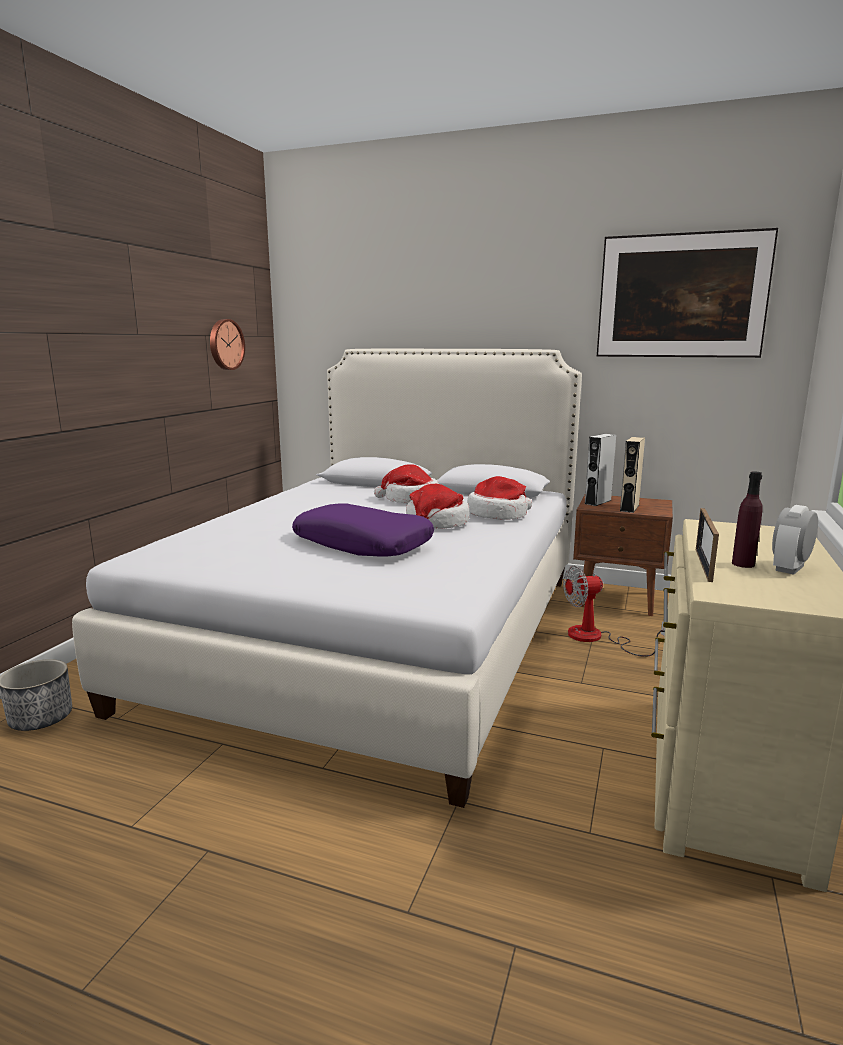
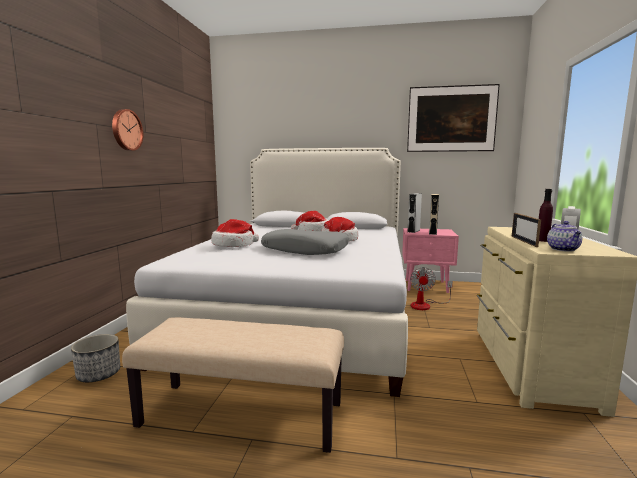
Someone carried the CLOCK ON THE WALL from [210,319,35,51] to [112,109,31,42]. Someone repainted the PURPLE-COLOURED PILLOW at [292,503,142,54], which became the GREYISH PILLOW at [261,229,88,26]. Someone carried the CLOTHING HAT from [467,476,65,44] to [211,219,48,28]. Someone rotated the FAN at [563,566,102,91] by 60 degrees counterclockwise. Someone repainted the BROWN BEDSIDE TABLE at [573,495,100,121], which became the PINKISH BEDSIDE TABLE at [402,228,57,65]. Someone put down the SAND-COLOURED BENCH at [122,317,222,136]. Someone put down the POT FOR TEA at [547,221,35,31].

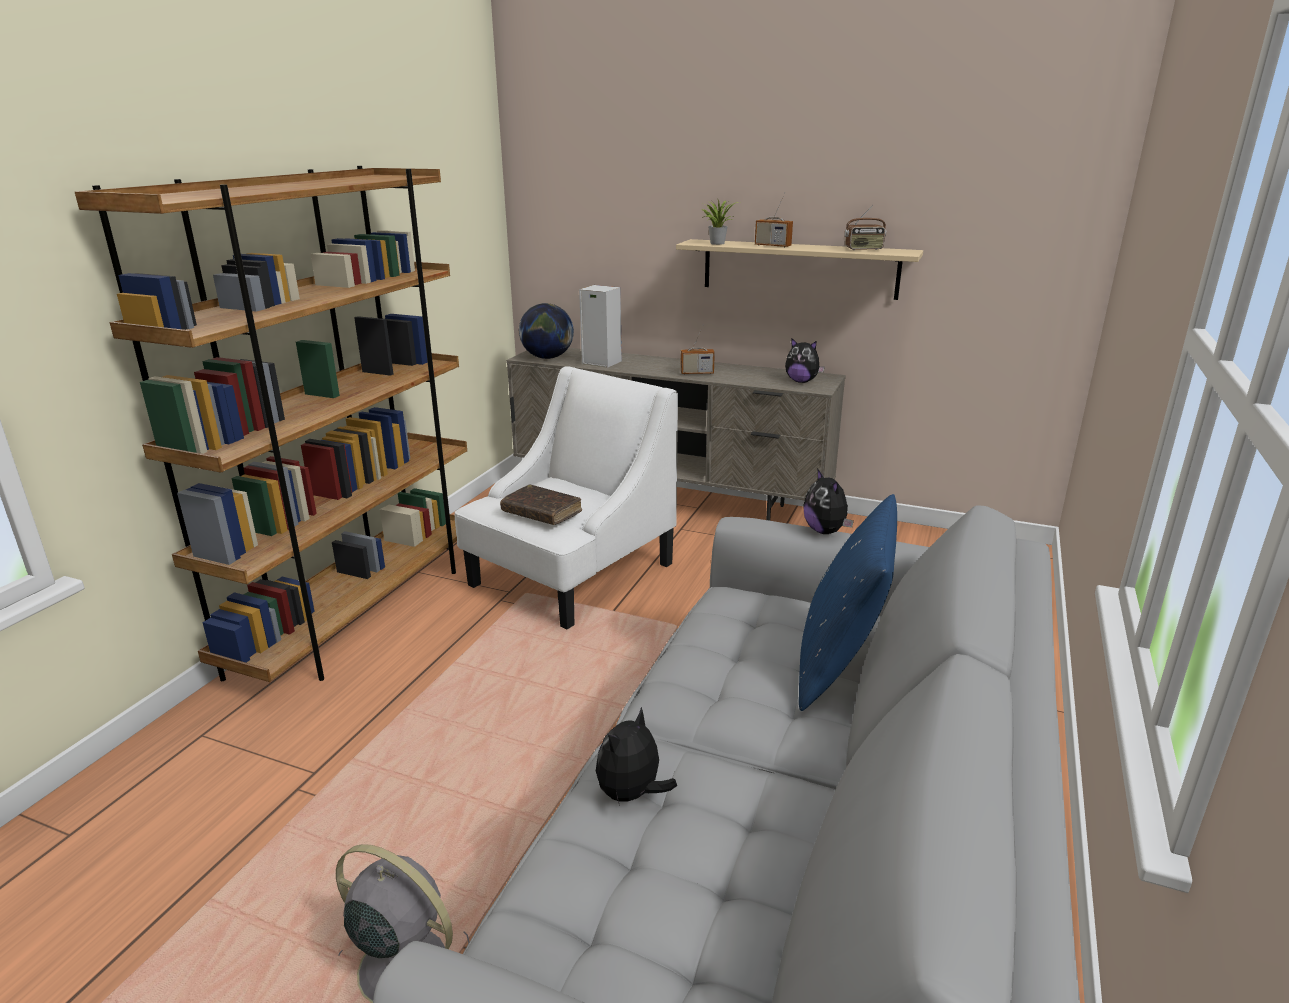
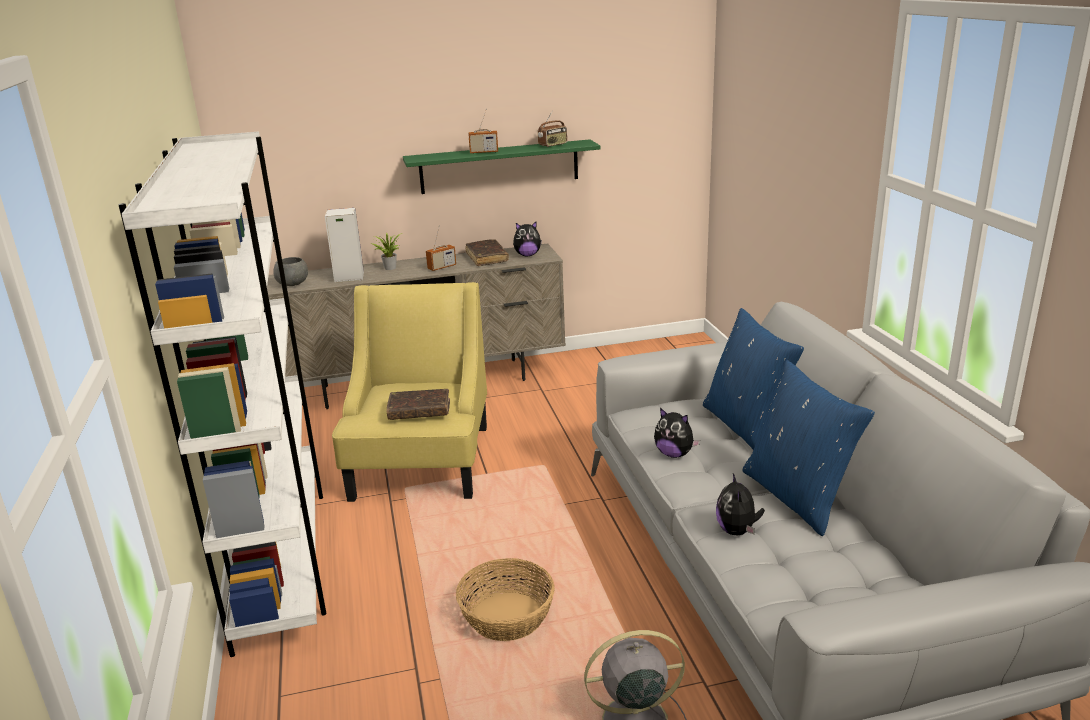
Someone repainted the BROWN BOOKSHELF at [75,166,392,516], which became the WHITISH BOOKSHELF at [119,131,207,526]. Someone repainted the WHITISH ARMCHAIR at [455,366,223,263], which became the YELLOWISH ARMCHAIR at [332,282,155,220]. Someone swapped the GLOBE at [519,303,55,56] for the GREYISH SERVING BOWL at [273,257,35,29]. Someone repainted the SAND-COLOURED SHELF at [676,239,247,61], which became the GREEN SHELF at [403,139,197,55]. Someone carried the POTTED PLANT from [702,200,37,45] to [371,233,29,37]. Someone carried the SOFT TOY from [804,468,50,66] to [654,408,46,50]. Someone put down the STORAGE BASKET at [456,558,99,83]. Someone put down the BROWN BOOK at [466,239,43,27]. Someone put down the BLUE PILLOW at [742,360,133,176].

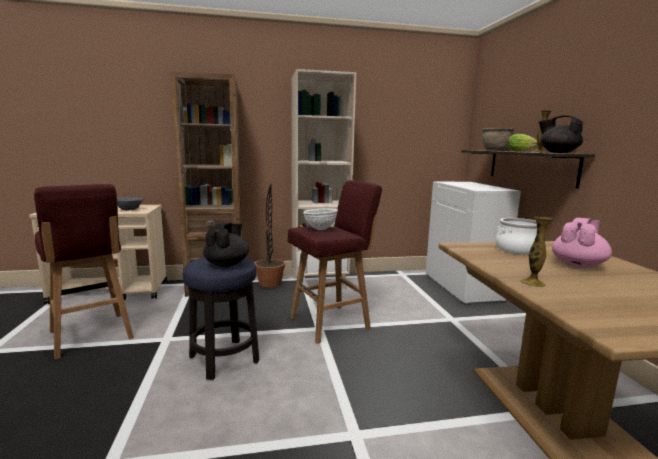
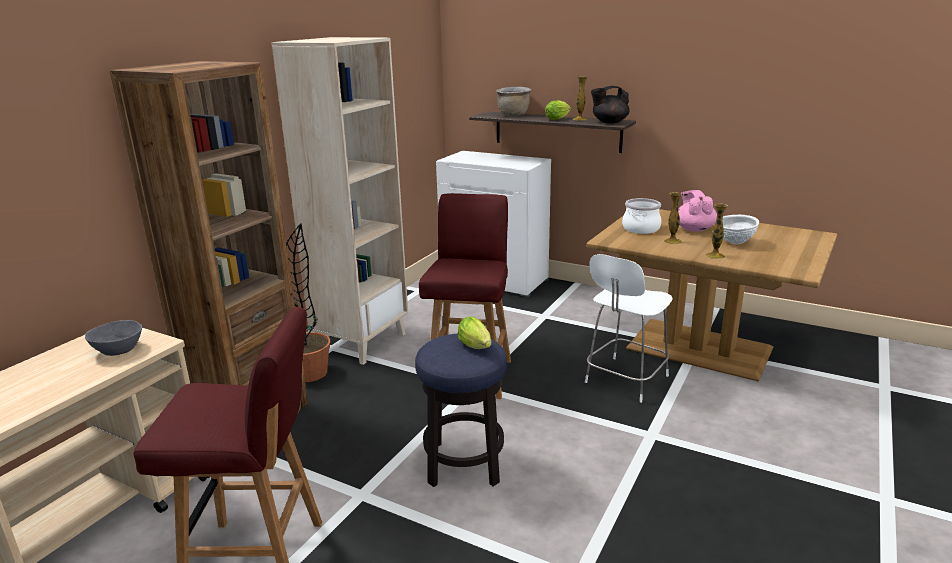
Someone swapped the BLACK-COLOURED POT FOR TEA at [203,223,46,44] for the LETTUCE HEAD at [458,317,33,32]. Someone carried the WHITISH SERVING BOWL from [303,208,35,22] to [723,215,36,29]. Someone put down the WHITISH UPRIGHT CHAIR at [585,254,88,149]. Someone put down the FLOWER VASE at [664,192,18,52].

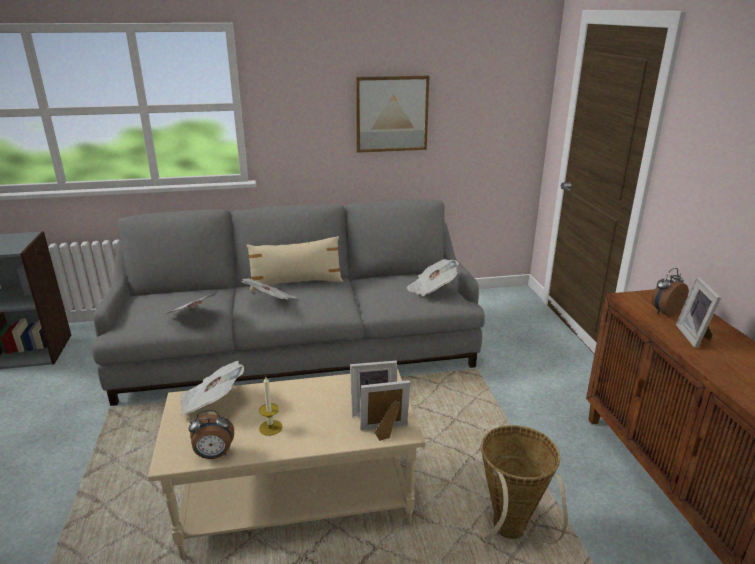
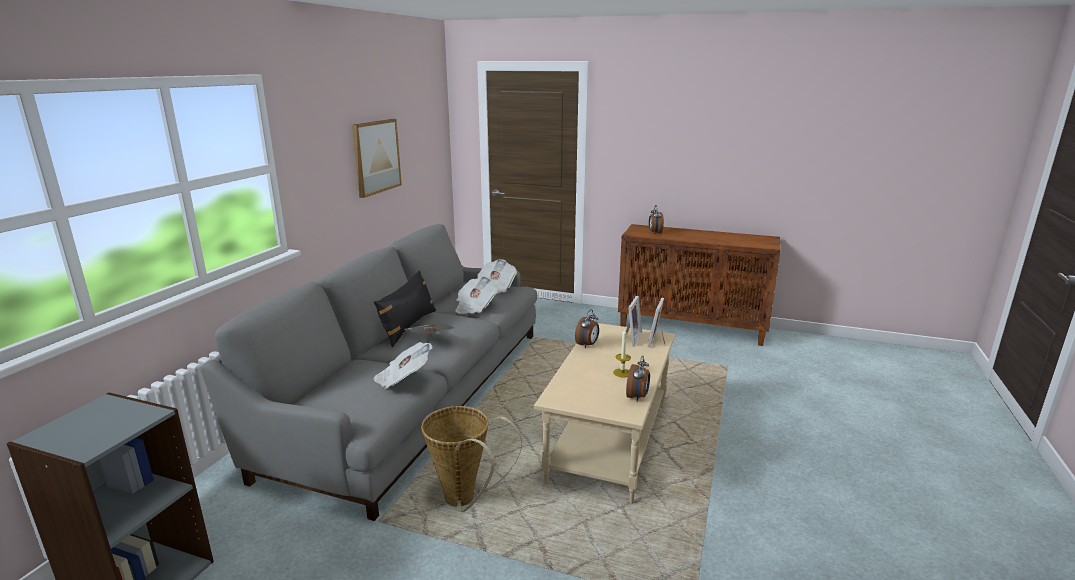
Someone carried the NEWSPAPER from [180,361,64,55] to [455,276,43,38]. Someone repainted the SAND-COLOURED PILLOW at [246,236,97,55], which became the BLACK-COLOURED PILLOW at [374,270,62,77]. Someone carried the STORAGE BASKET from [481,425,87,120] to [421,406,101,106]. Someone took away the PICTURE FRAME at [676,277,45,71]. Someone put down the TABLE CLOCK at [575,309,24,39].

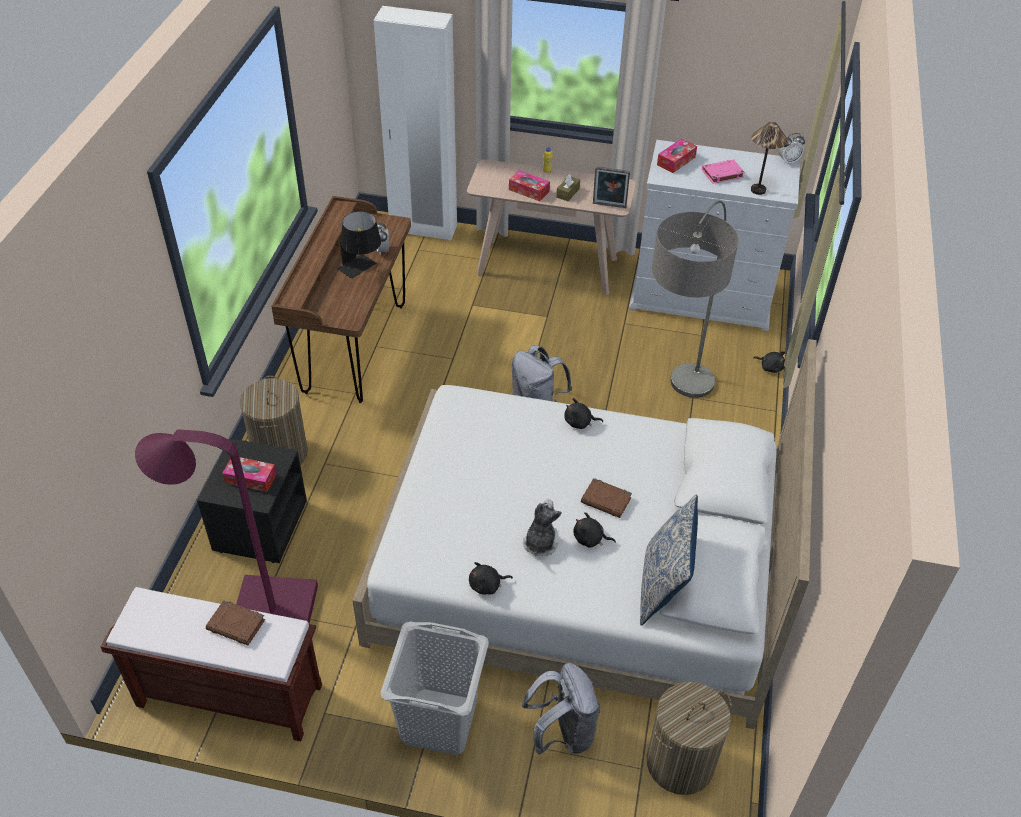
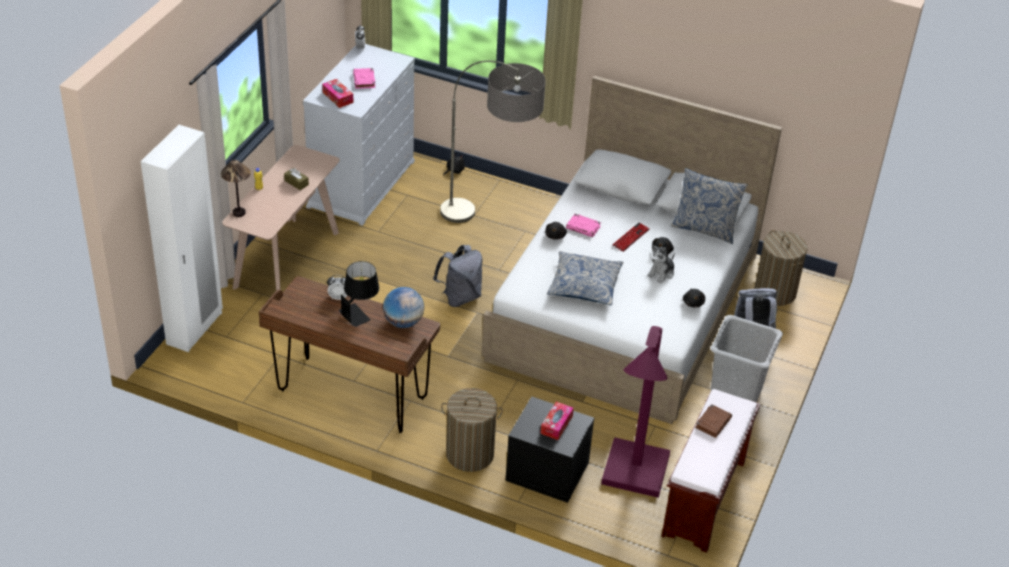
Someone took away the TISSUE HOLDER at [509,170,41,31]. Someone rotated the SOFT TOY at [523,499,39,58] by 75 degrees counterclockwise. Someone swapped the BROWN BOOK at [581,478,51,40] for the PC KEYBOARD at [612,223,38,29]. Someone took away the PICTURE FRAME at [593,166,37,42]. Someone carried the LAMP FOR A TABLE from [751,122,37,73] to [221,160,30,57]. Someone put down the GLOBE at [383,287,41,41]. Someone put down the PILLOW at [547,251,76,54]. Someone put down the PINKISH BOOK at [566,214,35,23].

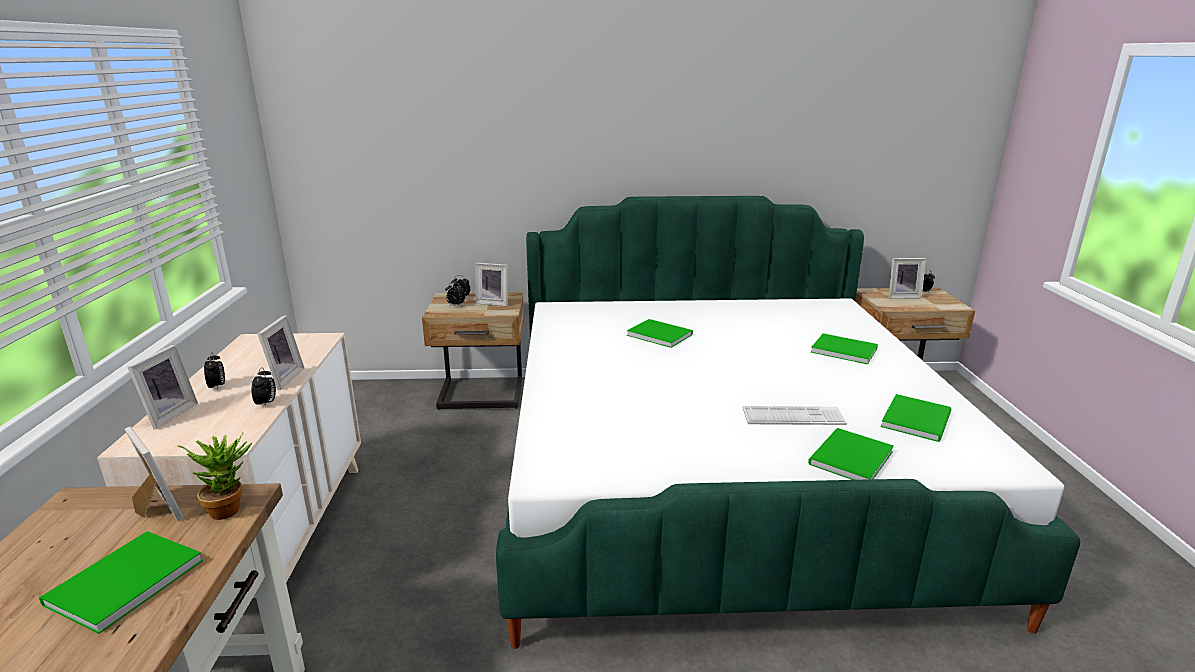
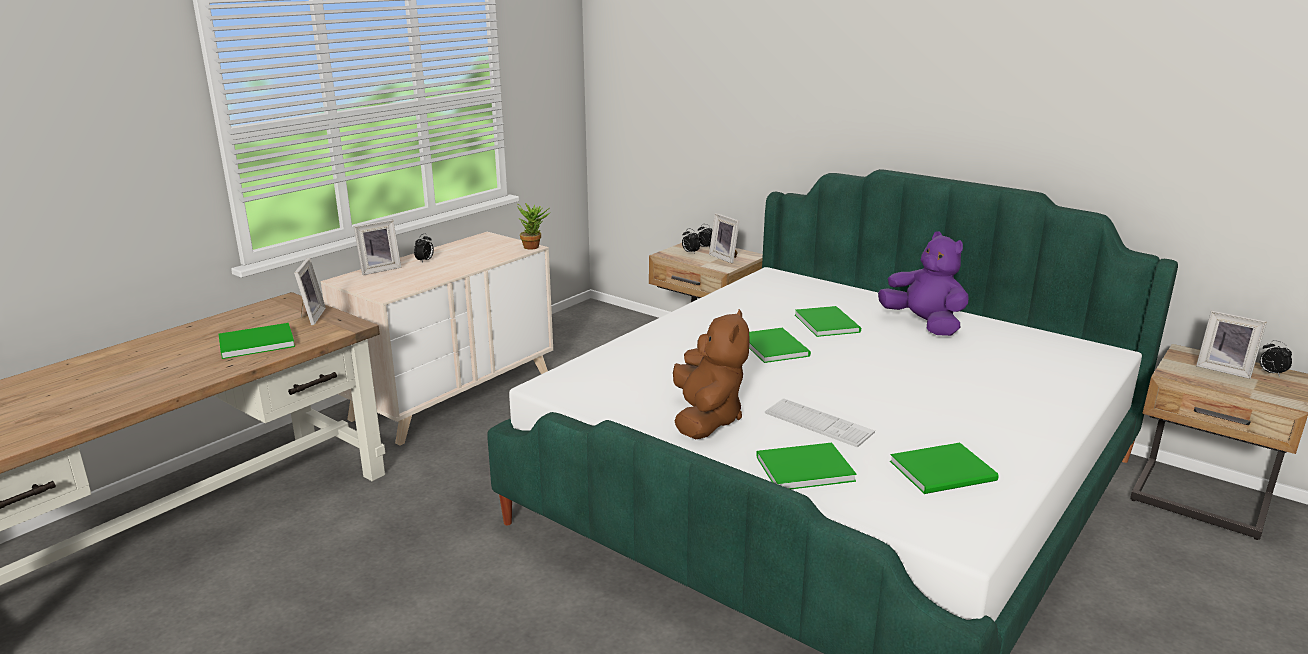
Someone carried the POTTED PLANT from [177,433,76,87] to [517,203,32,47]. Someone took away the TABLE CLOCK at [252,367,24,40]. Someone took away the PICTURE FRAME at [257,315,48,75]. Someone carried the GREEN BOOK from [811,333,67,31] to [749,328,62,35]. Someone put down the BROWN SOFT TOY at [673,309,77,130]. Someone put down the PURPLE-COLOURED SOFT TOY at [878,231,91,105].

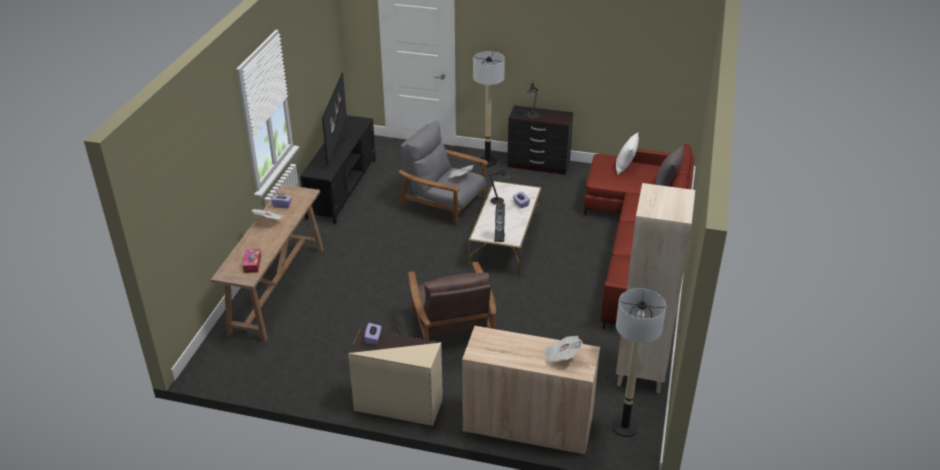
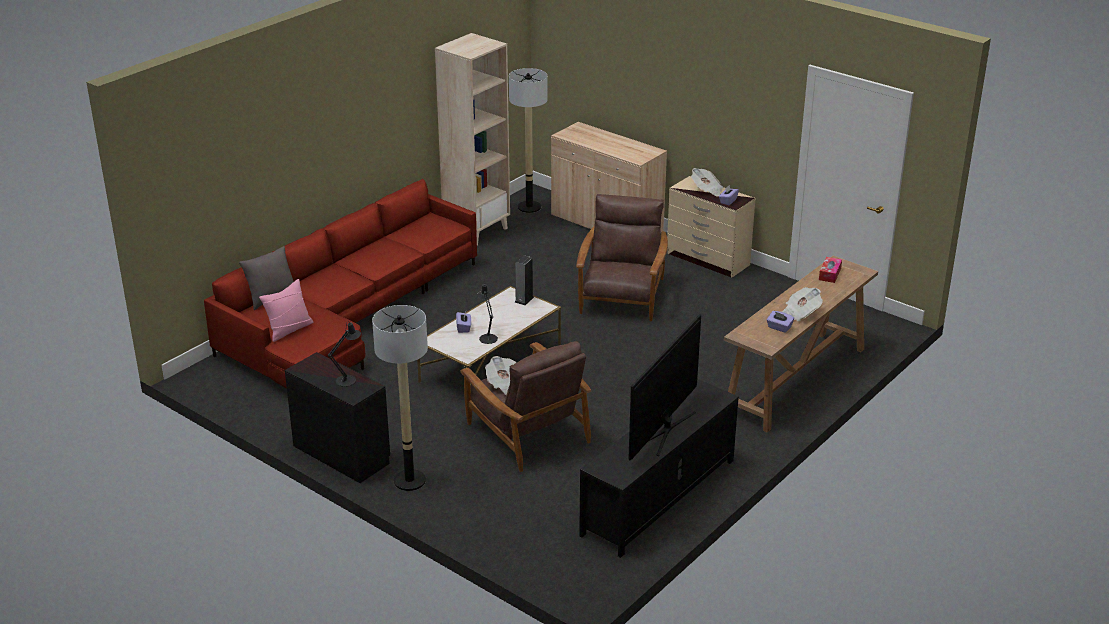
Someone repainted the GREYISH ARMCHAIR at [399,121,89,105], which became the BROWN ARMCHAIR at [460,341,131,131]. Someone carried the NEWSPAPER from [544,336,39,27] to [691,168,32,29]. Someone repainted the WHITISH PILLOW at [616,133,23,42], which became the PINKISH PILLOW at [259,279,55,63].

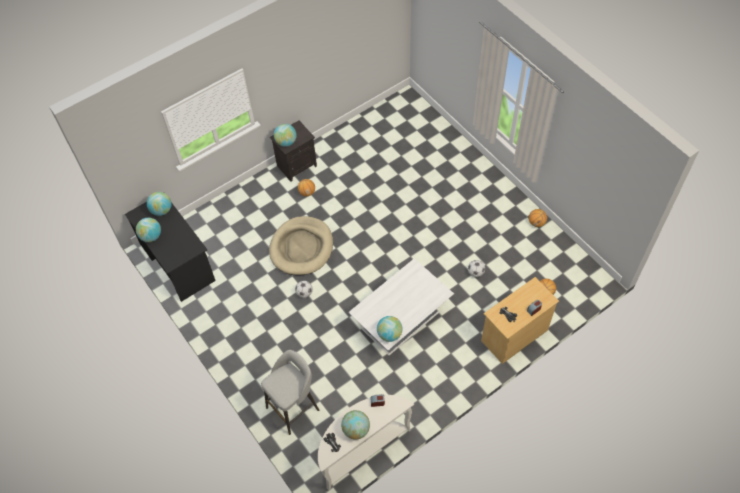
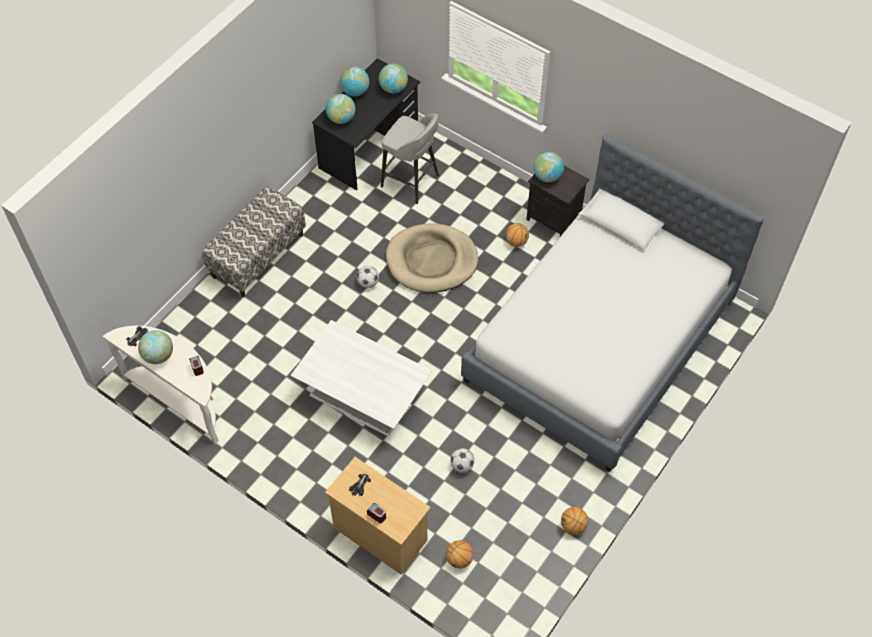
Someone carried the GREYISH STOOL from [261,350,58,85] to [381,113,58,91]. Someone carried the GLOBE from [377,316,26,26] to [326,94,29,30]. Someone put down the BENCH at [202,186,104,111]. Someone put down the BED at [461,135,303,337].

